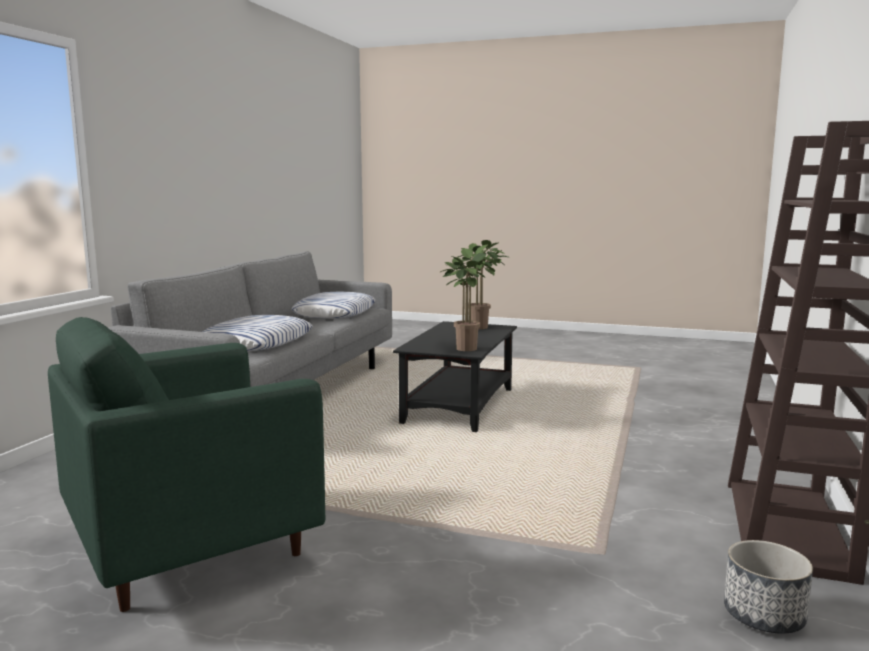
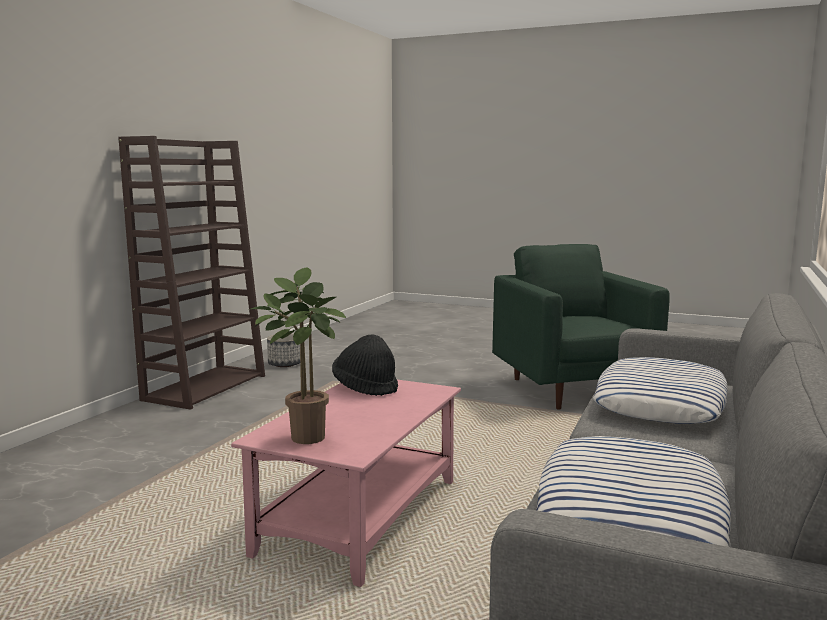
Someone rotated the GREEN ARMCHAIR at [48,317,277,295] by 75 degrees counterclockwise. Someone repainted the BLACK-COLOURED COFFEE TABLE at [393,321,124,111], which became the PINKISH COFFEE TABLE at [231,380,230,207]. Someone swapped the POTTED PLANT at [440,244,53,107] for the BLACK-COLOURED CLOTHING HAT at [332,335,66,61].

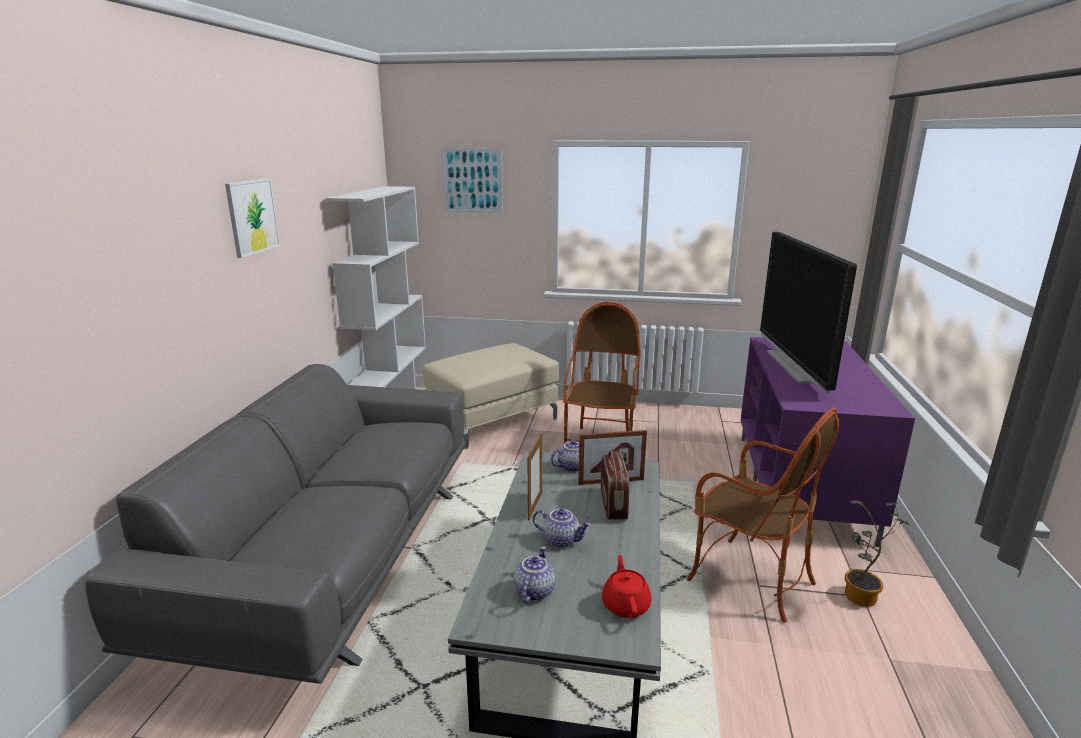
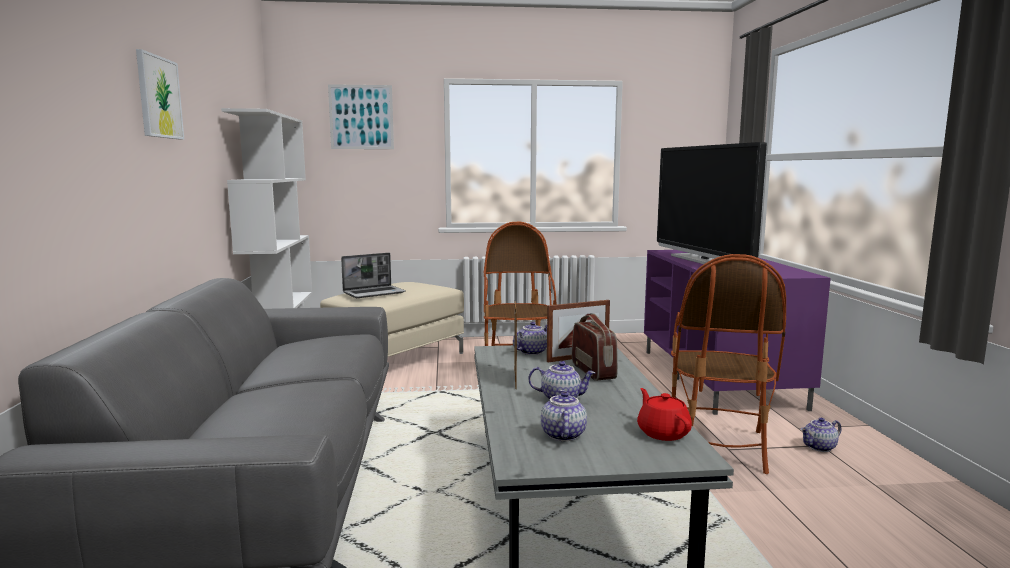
Someone rotated the ARMCHAIR at [687,408,152,215] by 75 degrees clockwise. Someone swapped the POTTED PLANT at [845,500,65,107] for the POT FOR TEA at [801,418,41,34]. Someone put down the LAPTOP at [341,253,65,45].

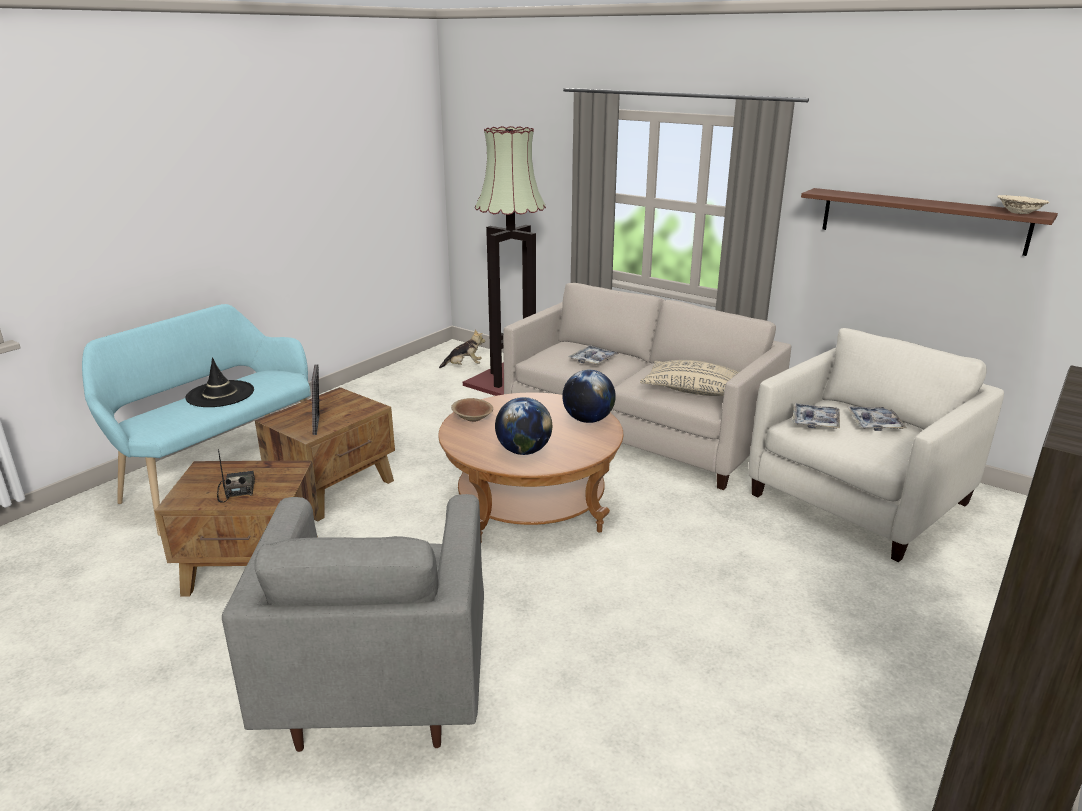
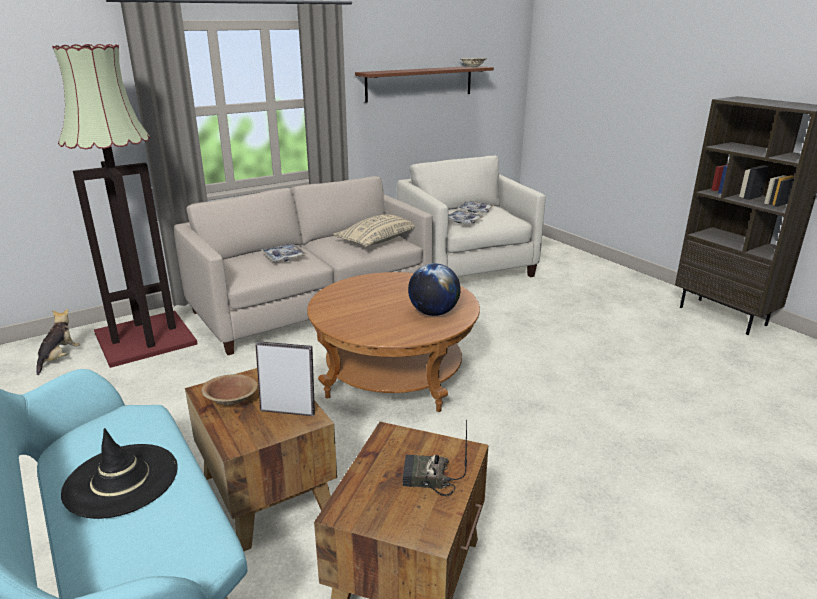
Someone took away the GREYISH ARMCHAIR at [222,494,262,258]. Someone carried the BROWN SERVING BOWL from [451,398,42,24] to [201,374,57,32]. Someone took away the GLOBE at [562,370,54,53].

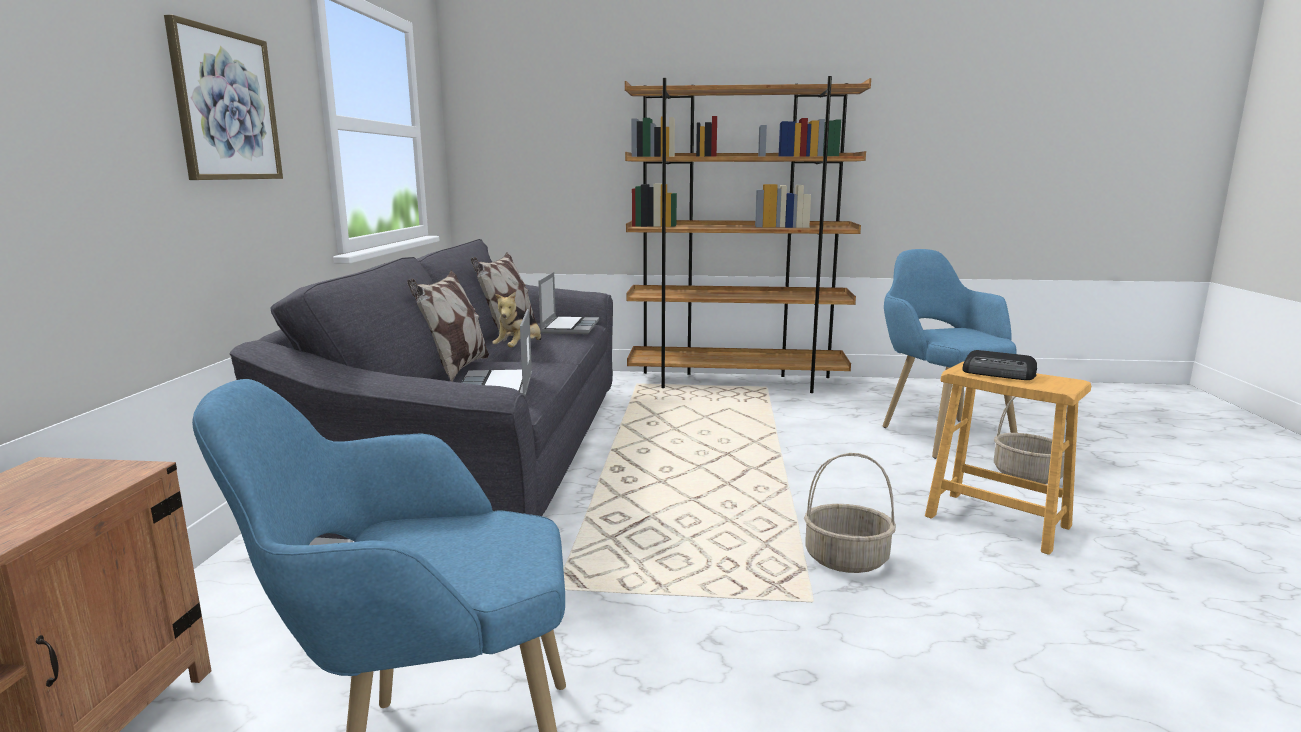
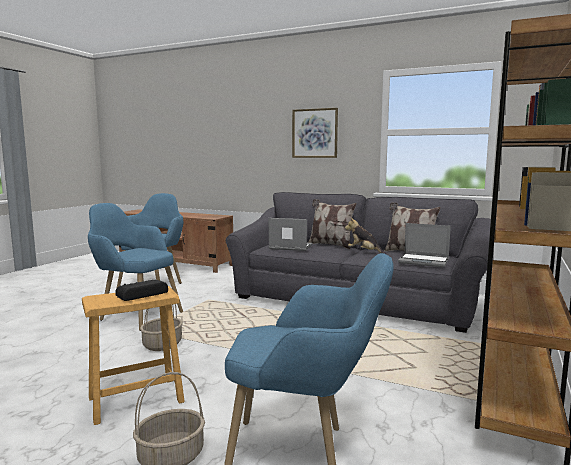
Someone put down the BLUE ARMCHAIR at [88,203,95,128].

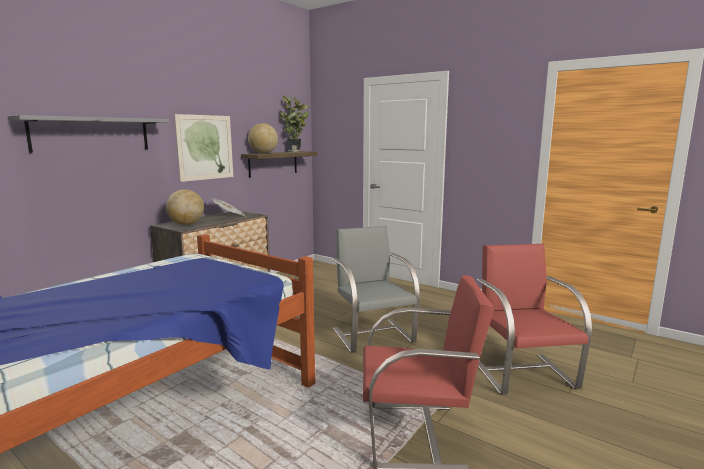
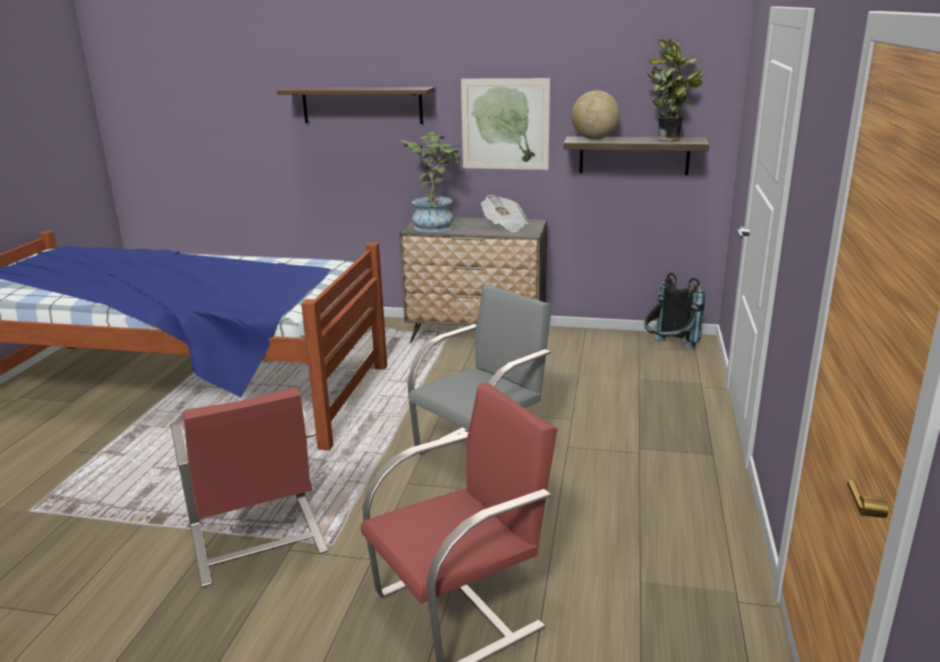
Someone repainted the GREYISH SHELF at [7,115,162,38], which became the BROWN SHELF at [277,87,158,37]. Someone swapped the GLOBE at [166,189,38,36] for the POTTED PLANT at [400,132,60,100]. Someone put down the BLACK-COLOURED KNAPSACK at [644,273,61,77].

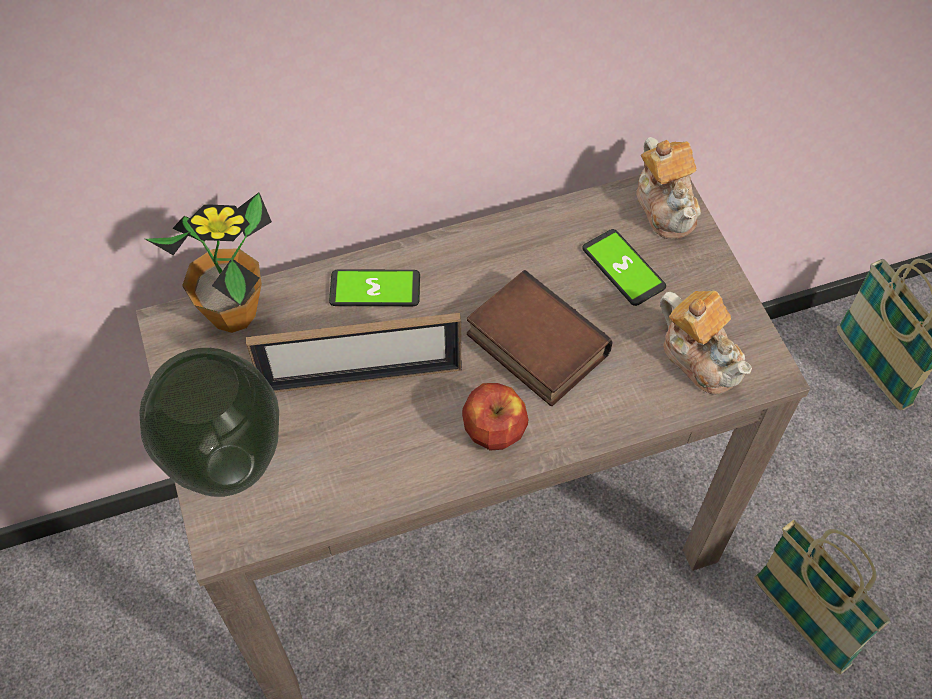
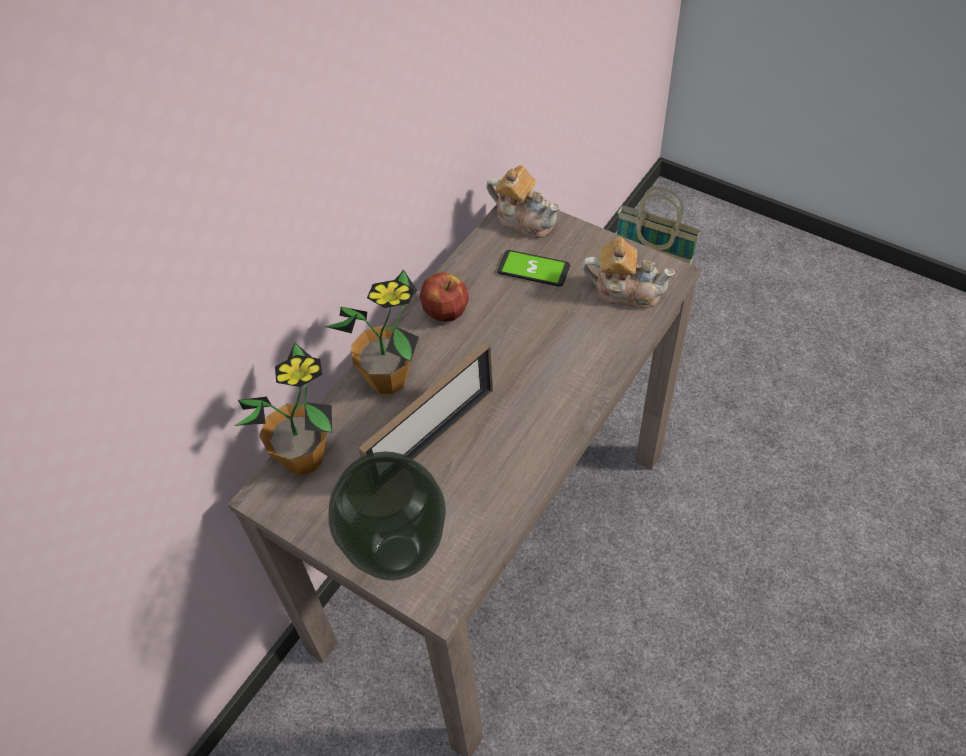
Someone swapped the TELEPHONE at [329,269,91,37] for the POTTED PLANT at [325,270,94,124]. Someone carried the WHOLE APPLE from [462,383,66,68] to [420,272,49,50]. Someone took away the BOOK at [467,270,146,136]. Someone took away the STORAGE BASKET at [754,520,137,154].

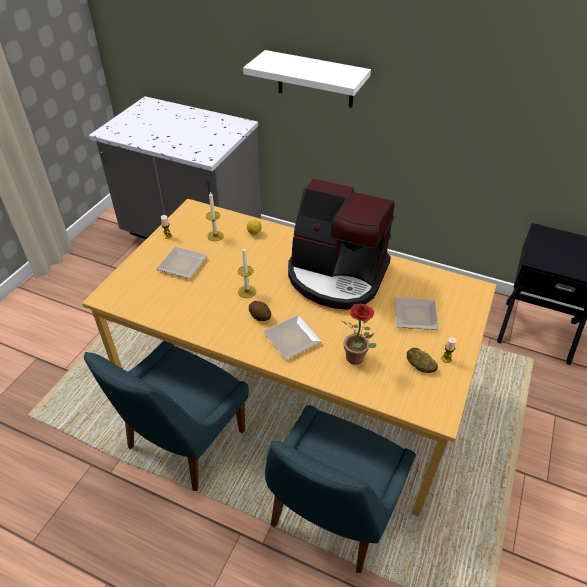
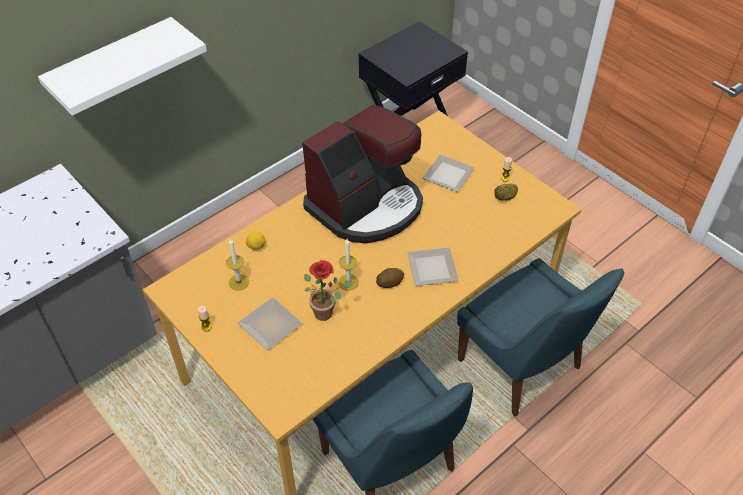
Someone carried the POTTED PLANT from [342,303,34,62] to [304,260,49,61].

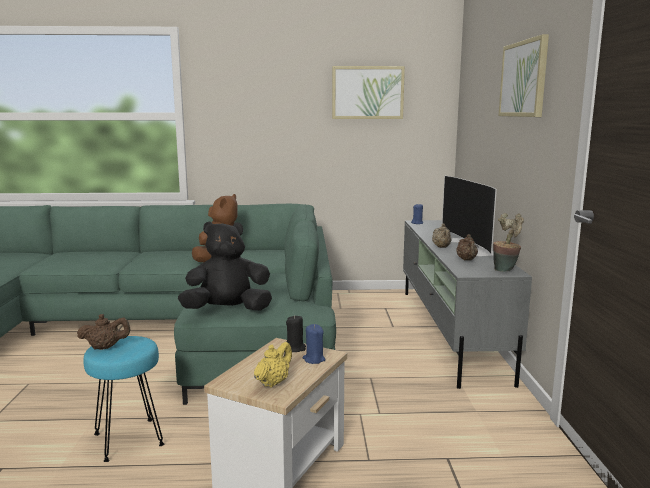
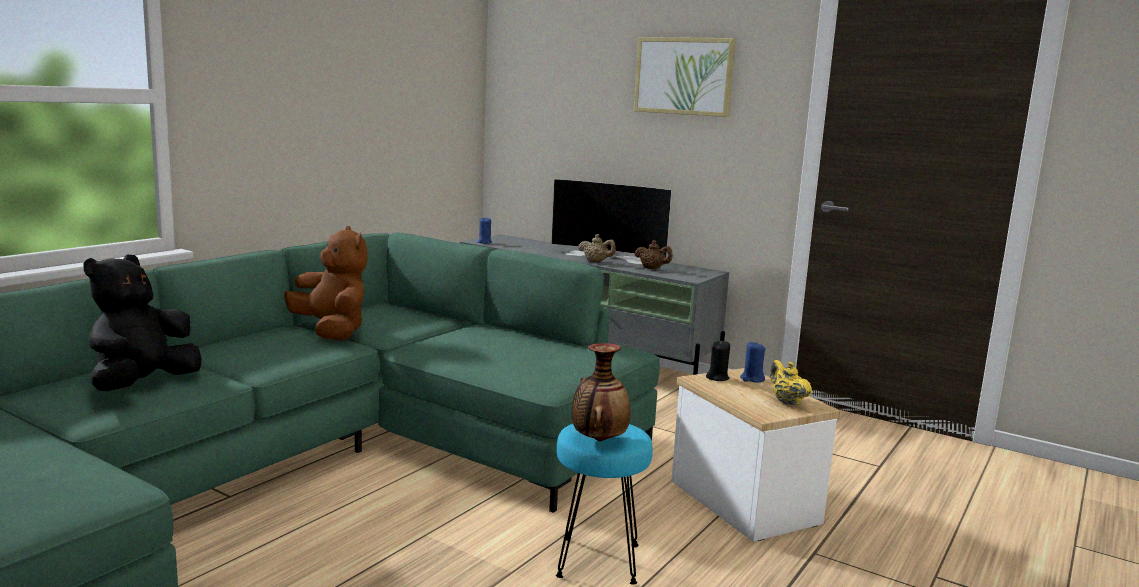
Someone swapped the BROWN POT FOR TEA at [77,314,54,36] for the FLOWER VASE at [572,343,59,98]. Someone carried the BLACK-COLOURED SOFT TOY from [178,222,94,89] to [84,254,118,137]. Someone took away the WALL ART at [332,66,73,53]. Someone took away the POTTED PLANT at [493,213,31,59].

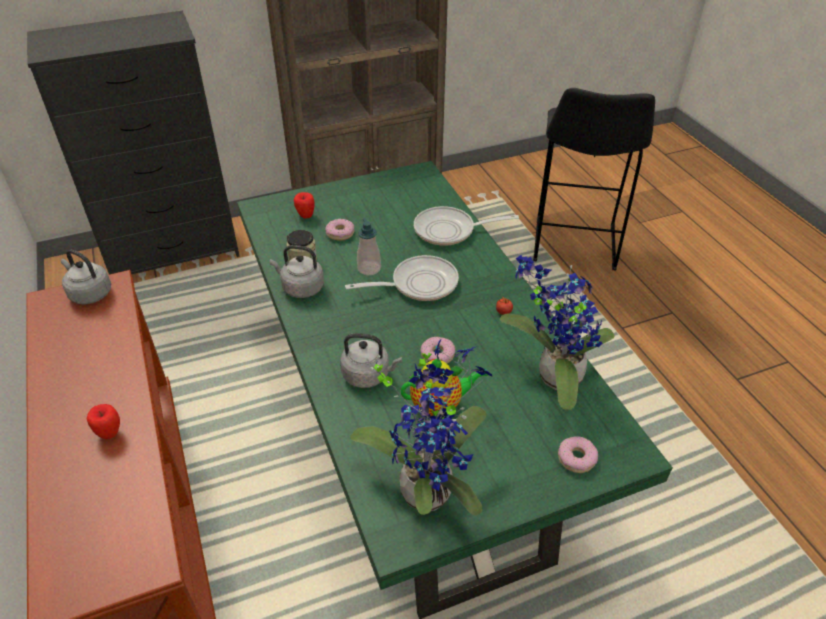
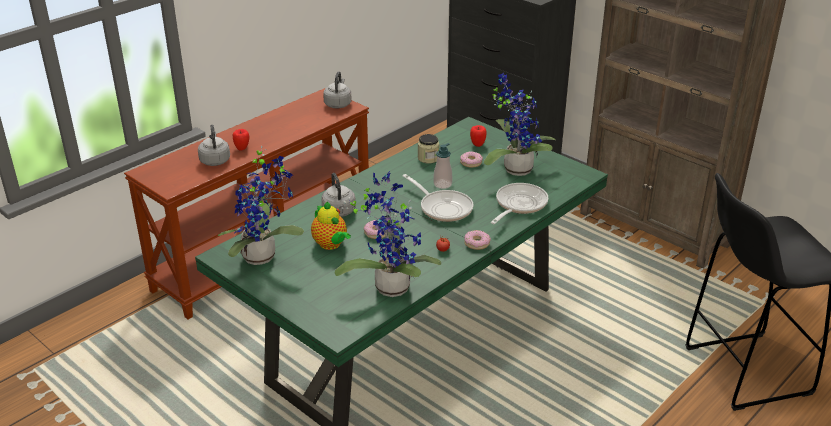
Someone carried the GREYISH WATER KETTLE from [270,245,54,53] to [198,125,32,41]. Someone rotated the FRYING PAN at [414,206,105,40] by 60 degrees clockwise. Someone carried the RING DOUGHNUT from [558,436,40,37] to [464,230,27,20]. Someone put down the POTTED PLANT at [484,73,72,103].

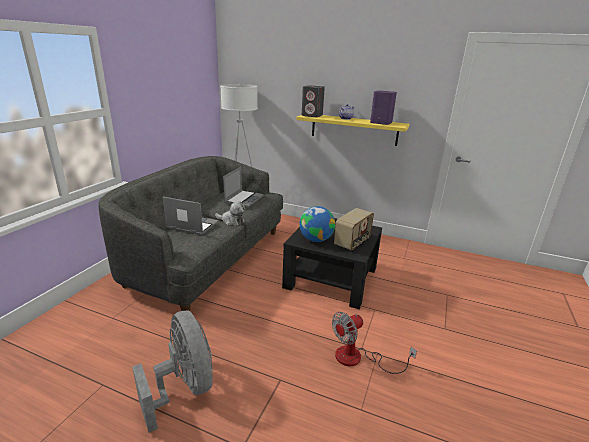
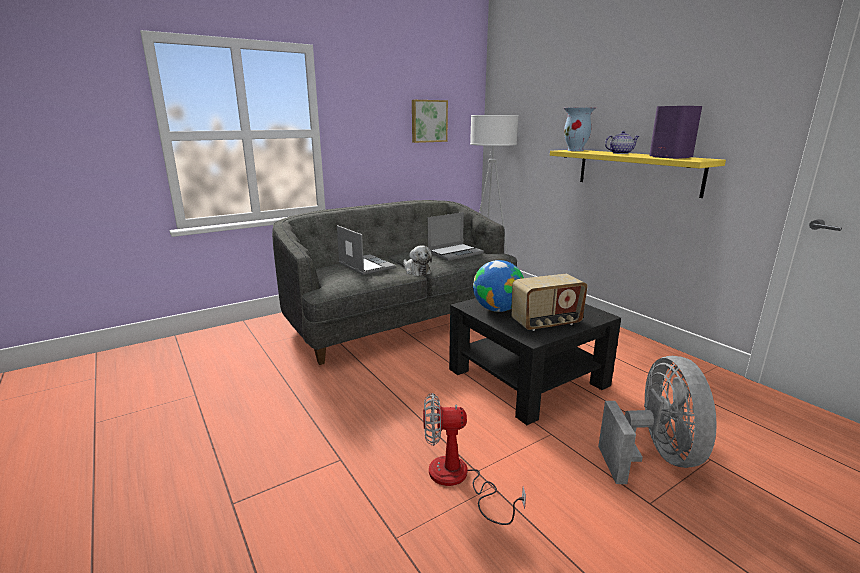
Someone carried the GREYISH FAN from [132,310,81,123] to [598,356,119,128]. Someone swapped the GREYISH LOUDSPEAKER at [302,85,23,32] for the FLOWER VASE at [564,107,32,44]. Someone put up the WALL ART at [412,100,36,43].

